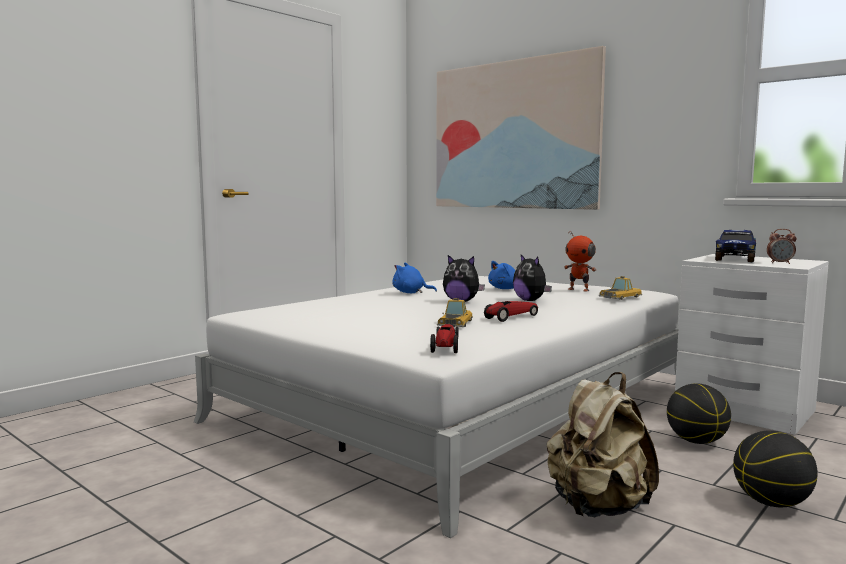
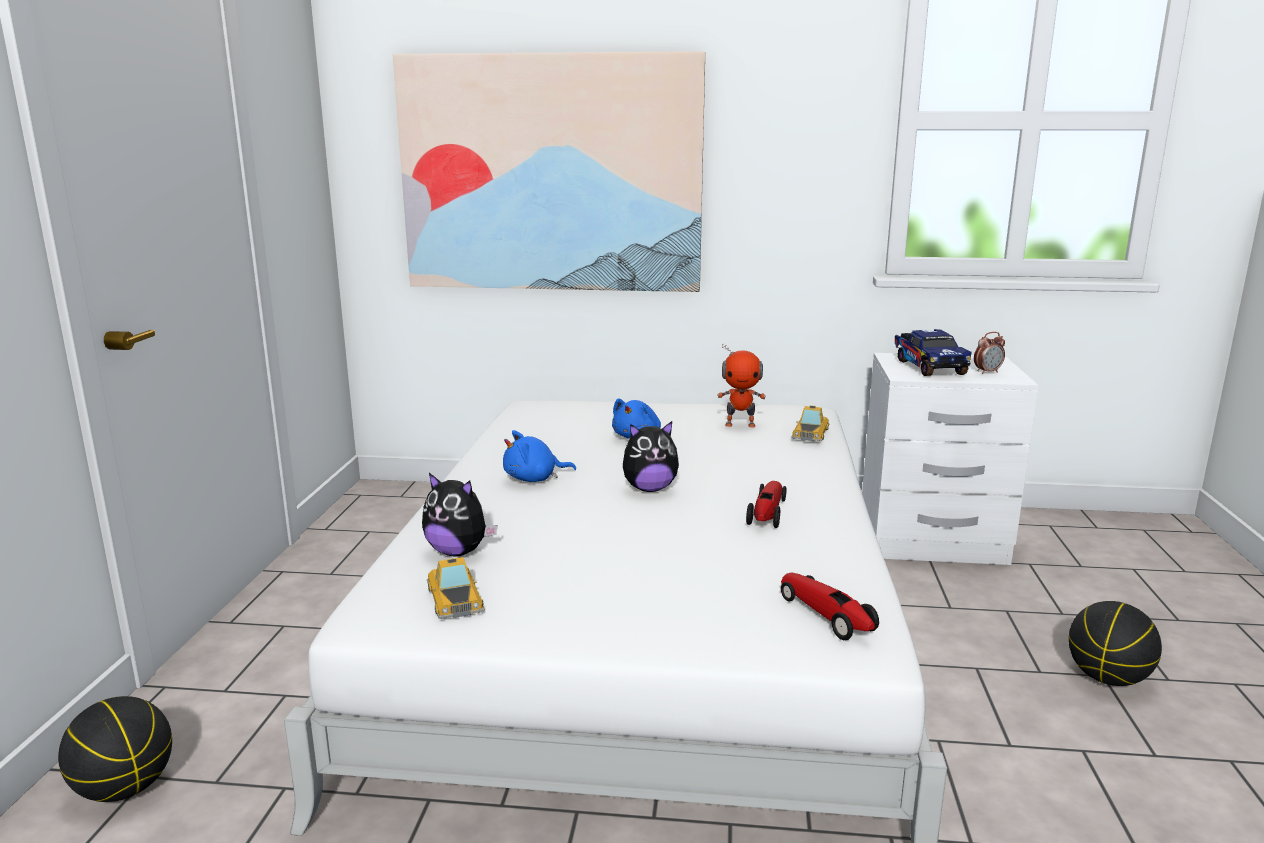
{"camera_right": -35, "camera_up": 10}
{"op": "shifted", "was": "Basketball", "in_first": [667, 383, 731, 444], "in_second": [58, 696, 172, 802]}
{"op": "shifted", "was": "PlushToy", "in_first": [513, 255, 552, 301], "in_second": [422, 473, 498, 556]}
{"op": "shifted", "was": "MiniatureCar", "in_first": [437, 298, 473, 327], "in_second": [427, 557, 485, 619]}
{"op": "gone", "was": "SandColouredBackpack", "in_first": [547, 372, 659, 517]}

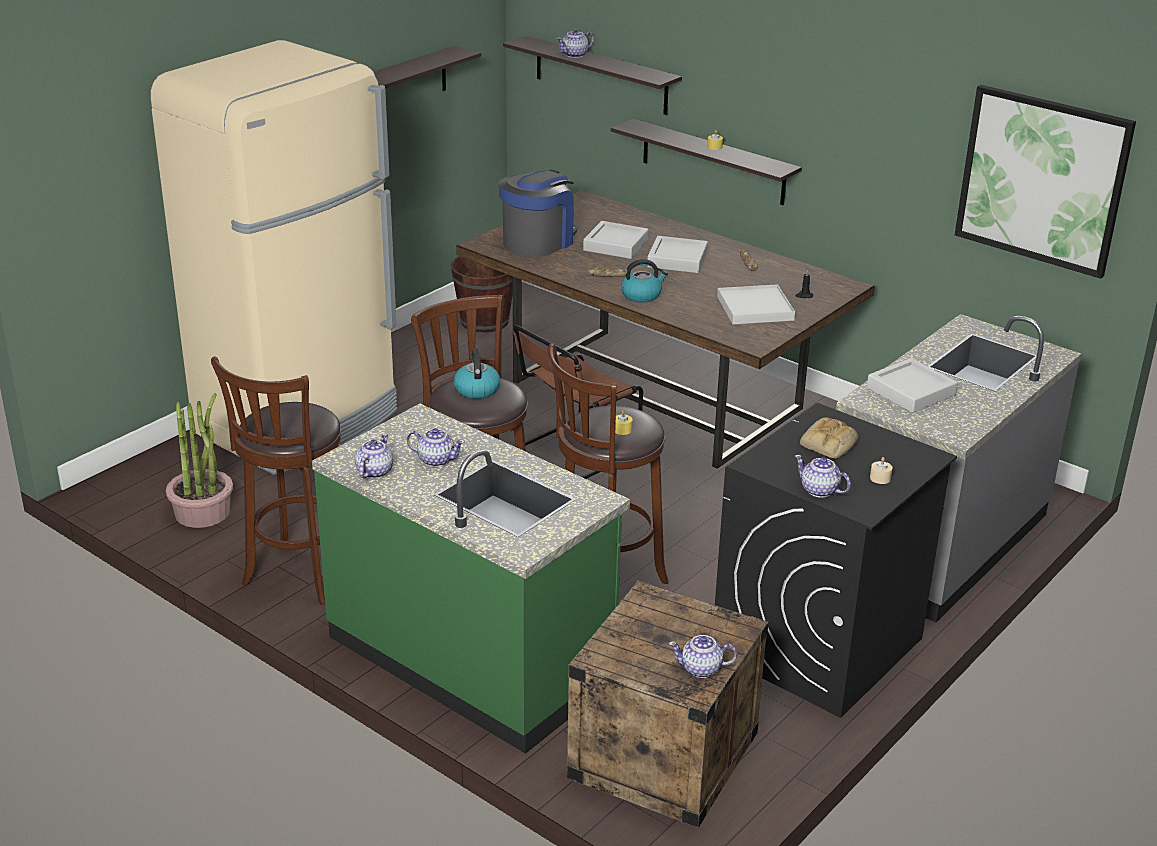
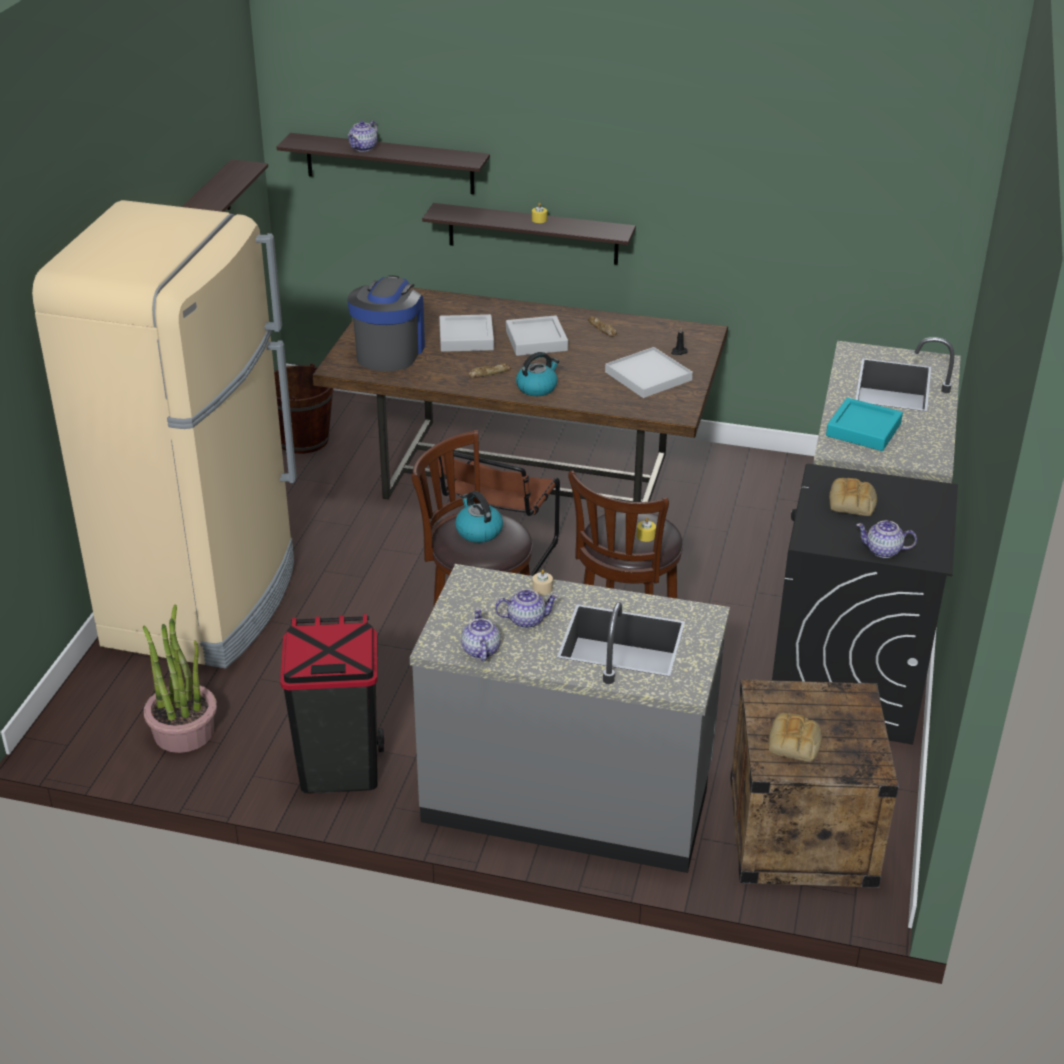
{"camera_right": -25, "camera_up": 5}
{"op": "swapped", "was": "BrownishStoolSeat", "now": "BlackColouredWasteBin", "in_first": [211, 356, 341, 605], "in_second": [280, 614, 384, 794]}
{"op": "repainted", "was": "GreenColouredCounter", "now": "GreyCounter", "in_first": [312, 403, 630, 754], "in_second": [410, 564, 730, 873]}
{"op": "shifted", "was": "SandColouredWaxCandle", "in_first": [870, 457, 893, 484], "in_second": [532, 569, 553, 595]}
{"op": "new", "now": "BakedBread", "in_second": [769, 713, 822, 762]}
{"op": "repainted", "was": "GreyServingTray", "now": "BlueGreenServingTray", "in_first": [867, 358, 958, 413], "in_second": [826, 398, 903, 451]}
{"op": "gone", "was": "Teapot", "in_first": [669, 635, 737, 678]}
{"op": "gone", "was": "Picture", "in_first": [955, 85, 1136, 279]}

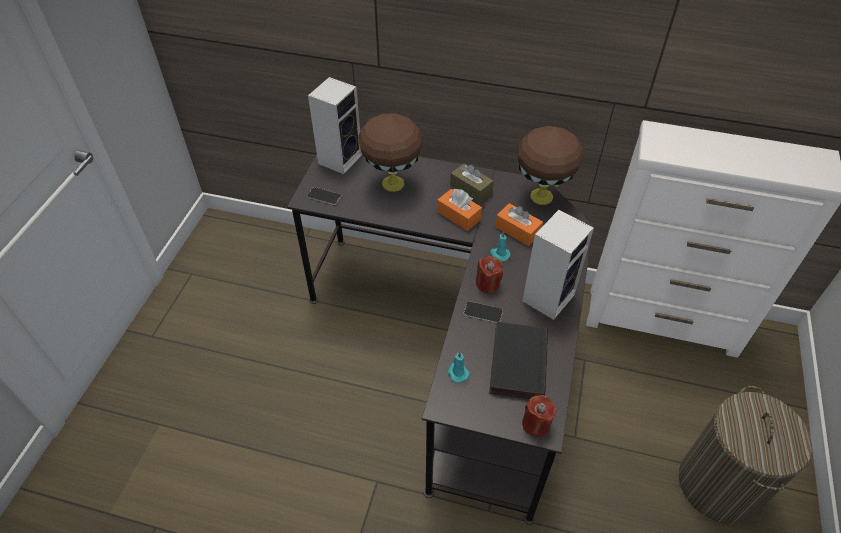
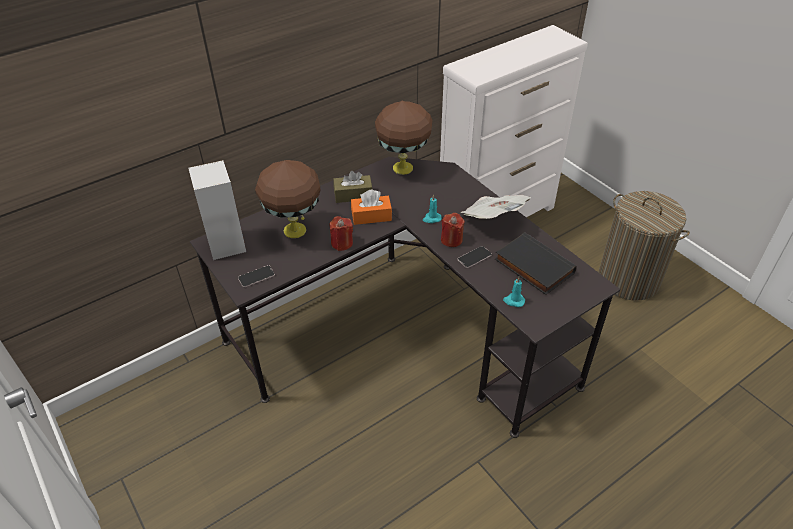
{"camera_right": -50, "camera_up": -5}
{"op": "shifted", "was": "ReddishWaxCandle", "in_first": [522, 395, 556, 437], "in_second": [329, 216, 353, 251]}
{"op": "swapped", "was": "AudioSpeaker", "now": "DailyPaper", "in_first": [522, 210, 594, 320], "in_second": [461, 195, 531, 219]}
{"op": "gone", "was": "OrangeyBoxOfTissues", "in_first": [495, 203, 543, 246]}

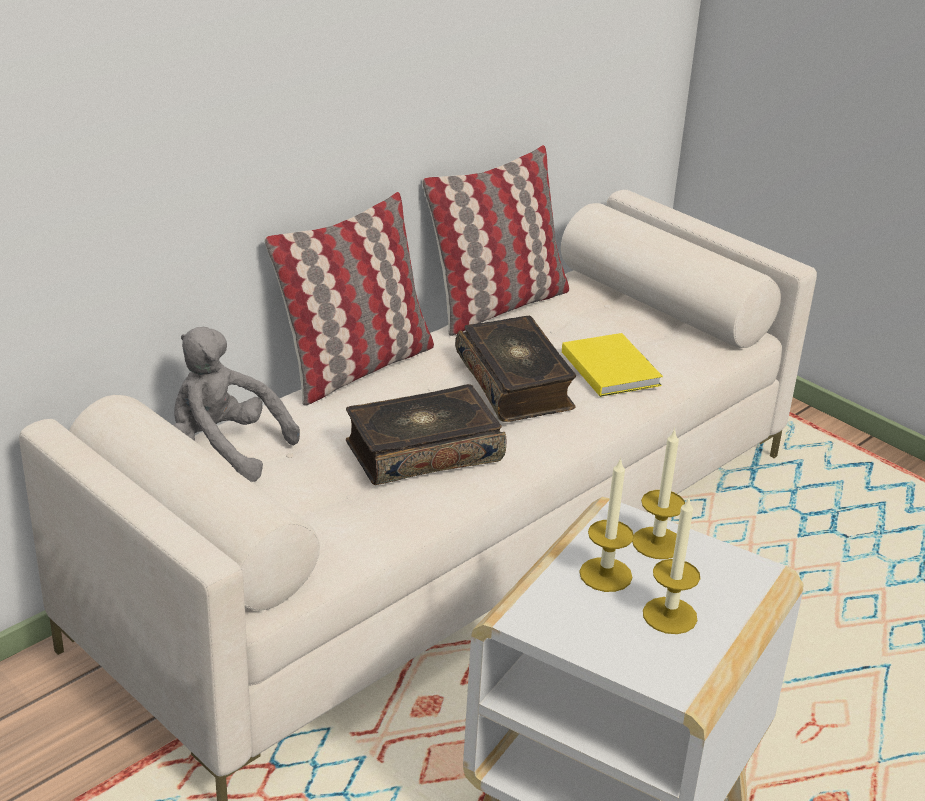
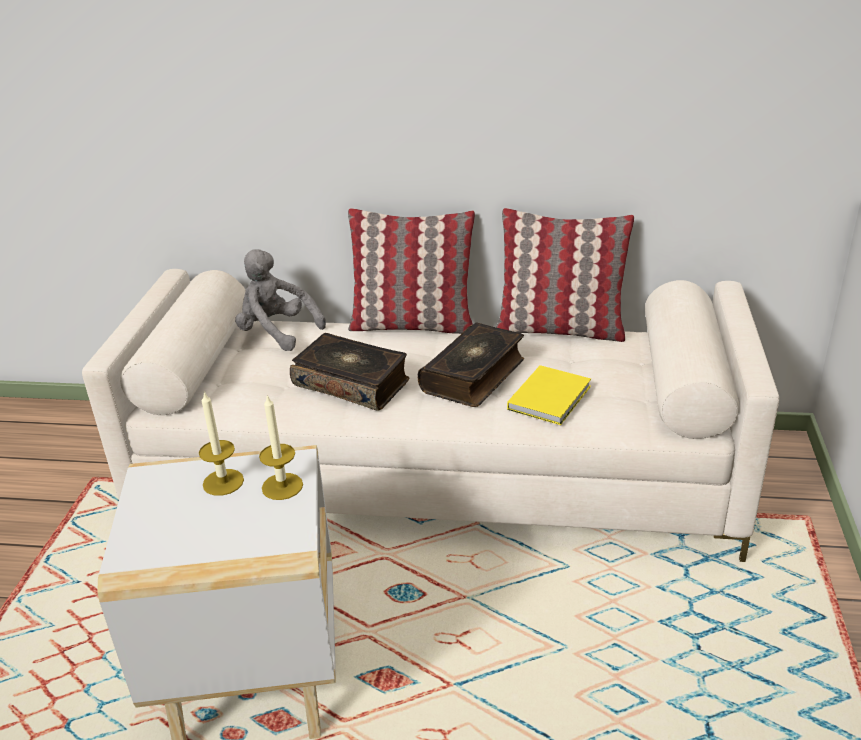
{"camera_right": 55, "camera_up": 0}
{"op": "rotated", "was": "GreyPlushToy", "in_first": [173, 327, 300, 482], "in_second": [235, 249, 326, 351], "clockwise": -45}
{"op": "gone", "was": "WaxCandle", "in_first": [643, 498, 700, 634]}

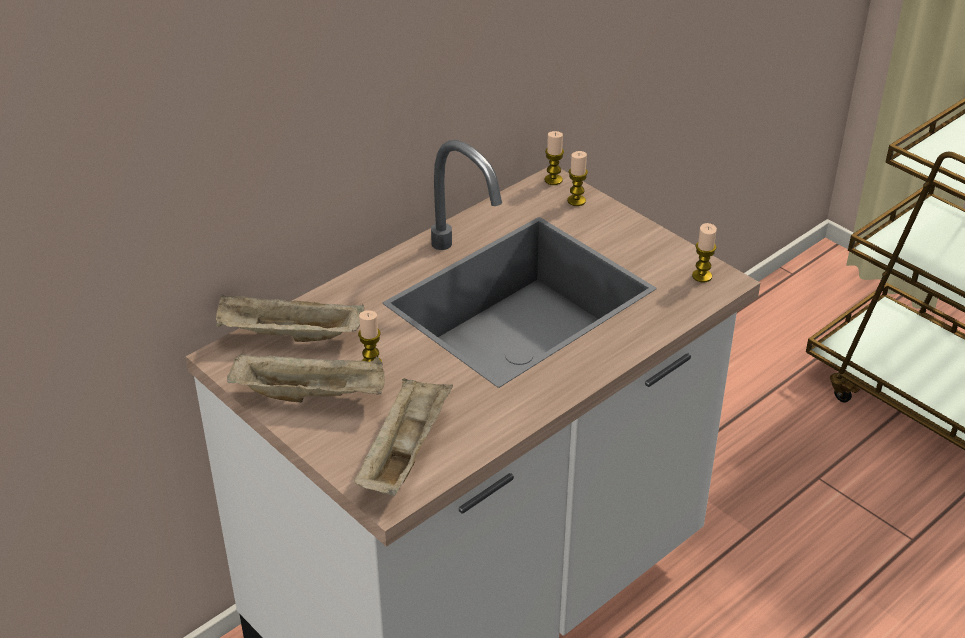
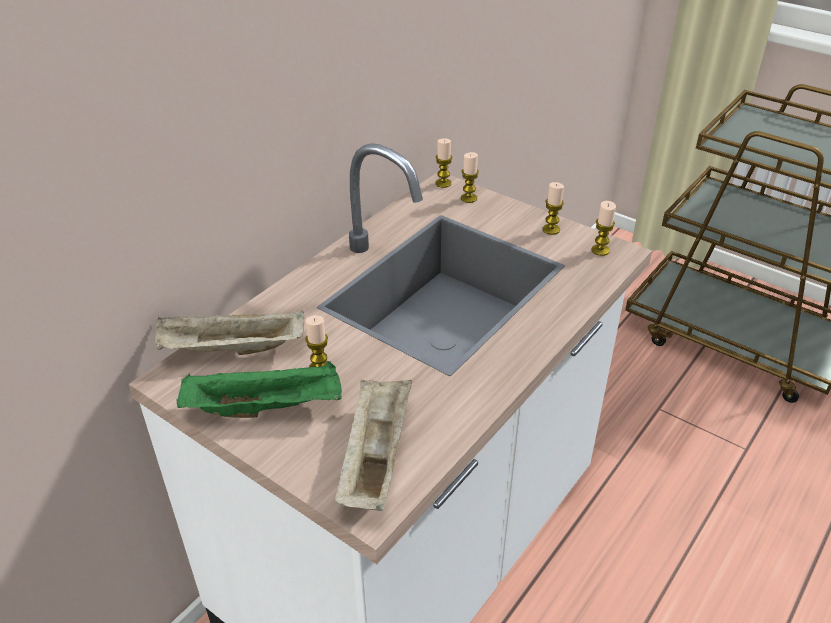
{"camera_right": -10, "camera_up": 0}
{"op": "repainted", "was": "SandColouredServingTray", "now": "GreenColouredServingTray", "in_first": [227, 353, 385, 403], "in_second": [176, 361, 342, 418]}
{"op": "new", "now": "WaxCandle", "in_second": [542, 182, 564, 235]}

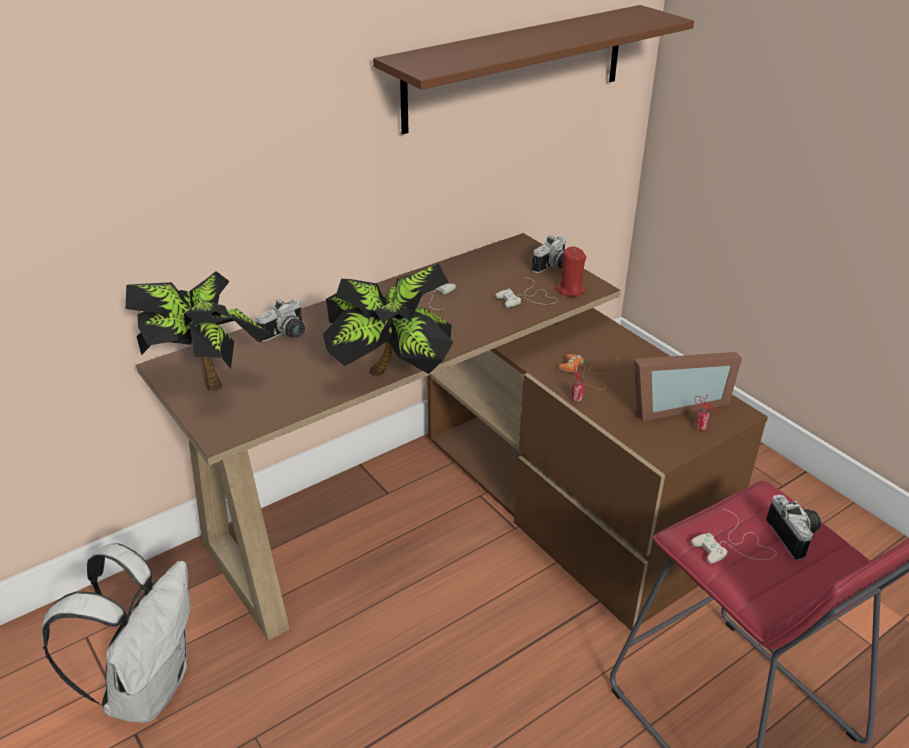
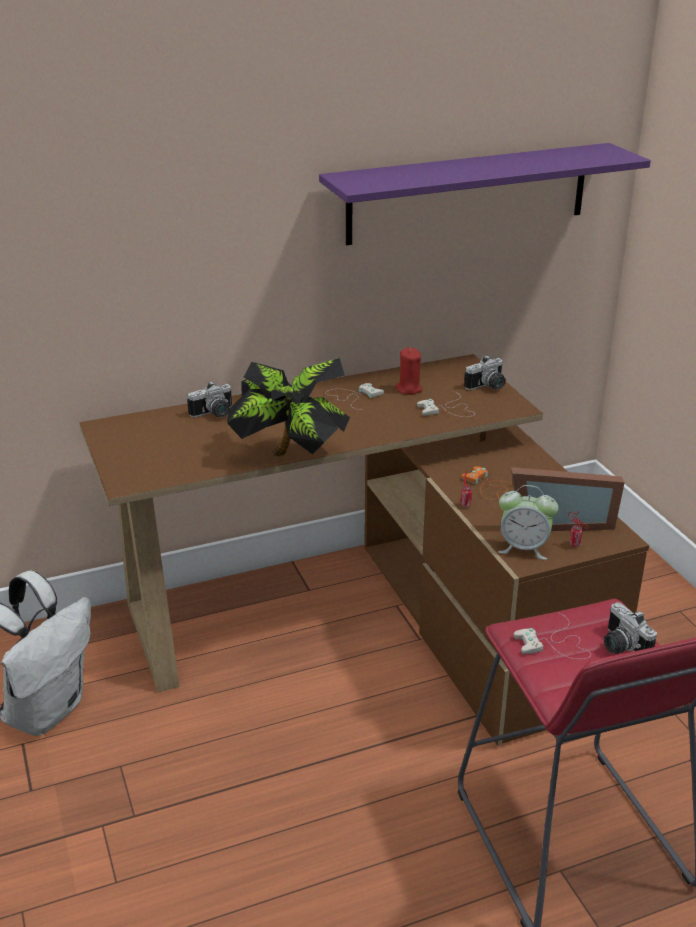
{"camera_right": 15, "camera_up": -5}
{"op": "repainted", "was": "BrownishWallShelf", "now": "PurpleColouredWallShelf", "in_first": [373, 5, 694, 134], "in_second": [319, 143, 651, 245]}
{"op": "shifted", "was": "ReddishWaxCandle", "in_first": [555, 246, 586, 297], "in_second": [395, 347, 422, 395]}
{"op": "new", "now": "BedsideClock", "in_second": [498, 485, 559, 560]}
{"op": "rotated", "was": "PhotoCamera", "in_first": [766, 495, 821, 560], "in_second": [604, 602, 657, 654], "clockwise": 150}
{"op": "gone", "was": "Houseplant", "in_first": [126, 271, 270, 391]}

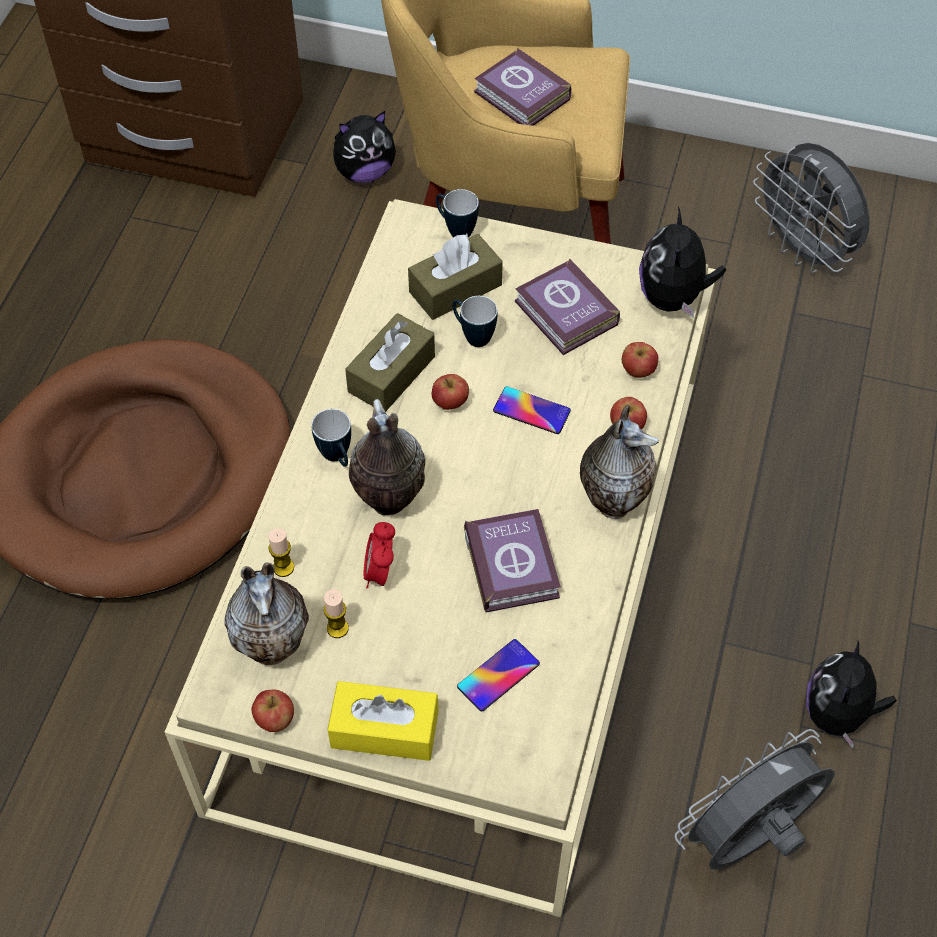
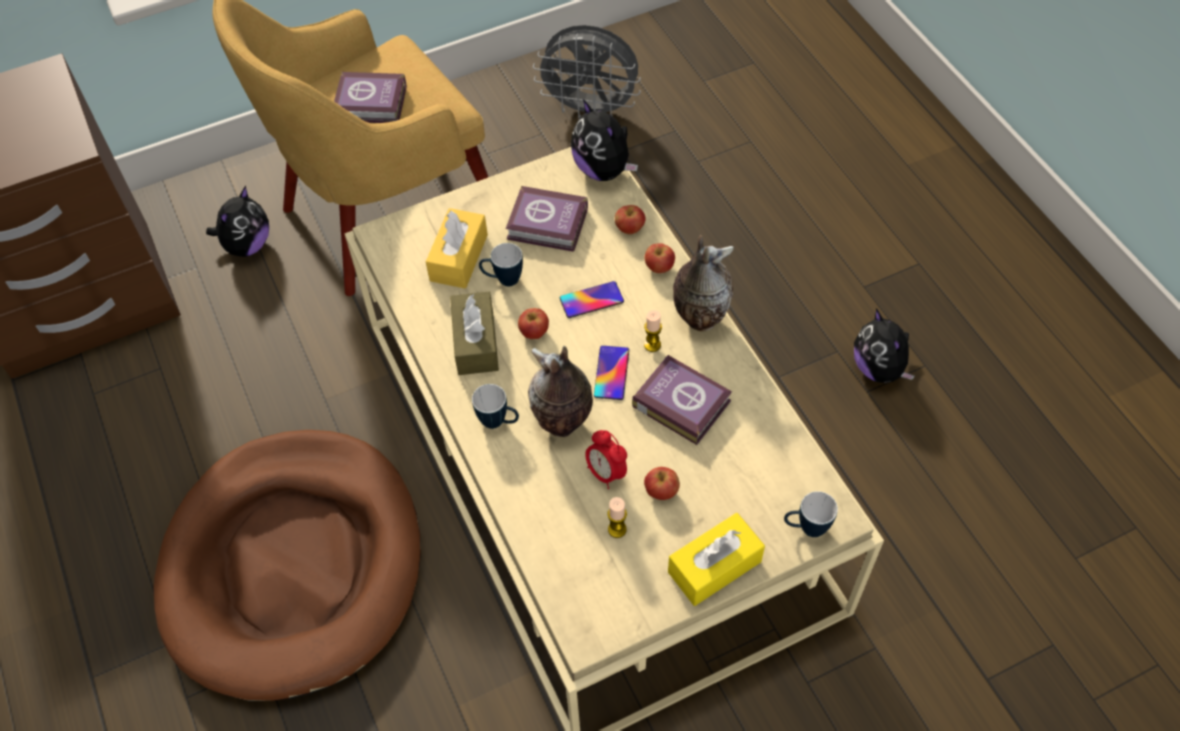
{"camera_right": -40, "camera_up": 0}
{"op": "repainted", "was": "BrownishBoxOfTissues", "now": "YellowishBoxOfTissues", "in_first": [408, 234, 503, 320], "in_second": [426, 208, 488, 288]}
{"op": "shifted", "was": "Handset", "in_first": [457, 639, 540, 711], "in_second": [594, 346, 629, 400]}
{"op": "shifted", "was": "WaxCandle", "in_first": [268, 528, 294, 577], "in_second": [644, 310, 662, 352]}
{"op": "shifted", "was": "WholeApple", "in_first": [251, 690, 294, 732], "in_second": [644, 467, 680, 500]}
{"op": "shifted", "was": "Mug", "in_first": [436, 189, 479, 237], "in_second": [784, 491, 838, 537]}
{"op": "gone", "was": "FlowerVase", "in_first": [224, 563, 309, 665]}
{"op": "gone", "was": "GreyFan", "in_first": [675, 729, 835, 870]}

